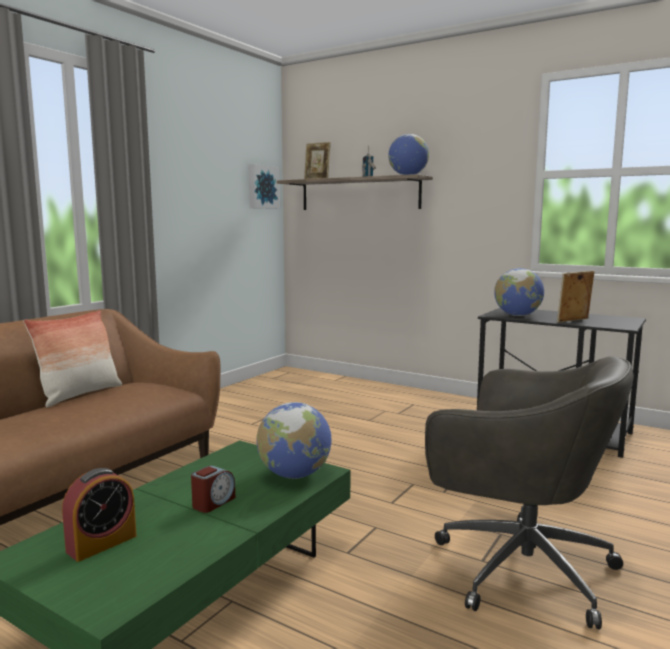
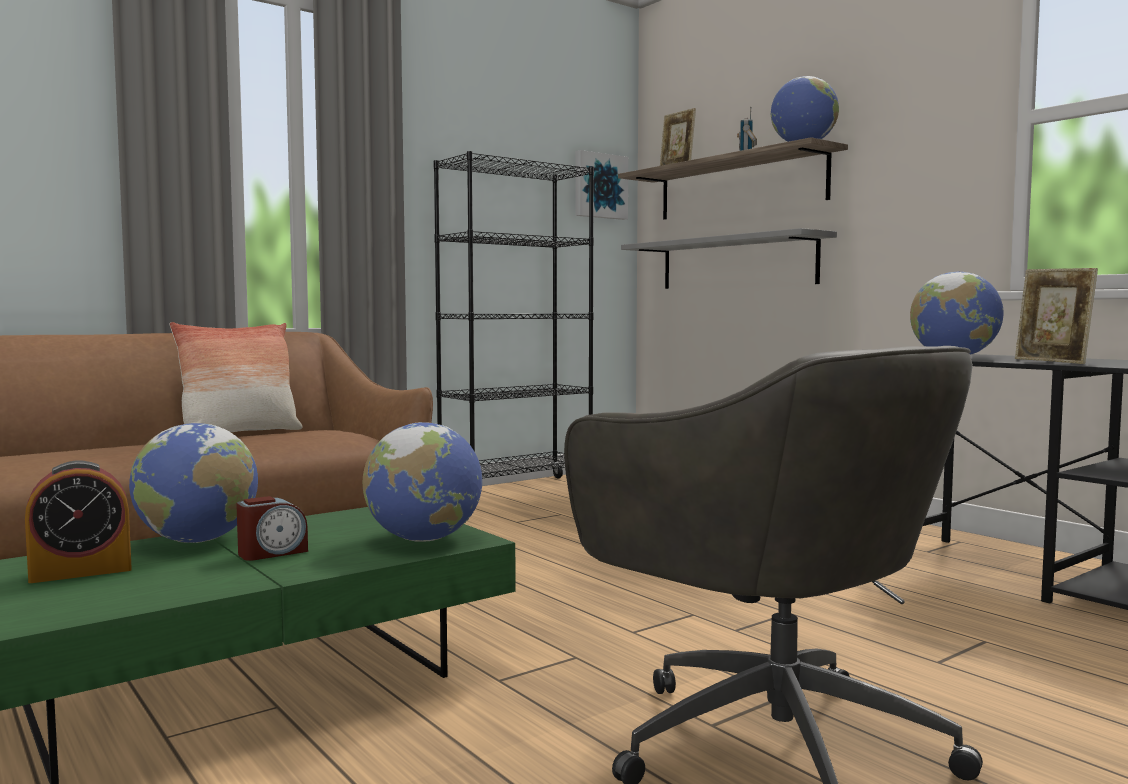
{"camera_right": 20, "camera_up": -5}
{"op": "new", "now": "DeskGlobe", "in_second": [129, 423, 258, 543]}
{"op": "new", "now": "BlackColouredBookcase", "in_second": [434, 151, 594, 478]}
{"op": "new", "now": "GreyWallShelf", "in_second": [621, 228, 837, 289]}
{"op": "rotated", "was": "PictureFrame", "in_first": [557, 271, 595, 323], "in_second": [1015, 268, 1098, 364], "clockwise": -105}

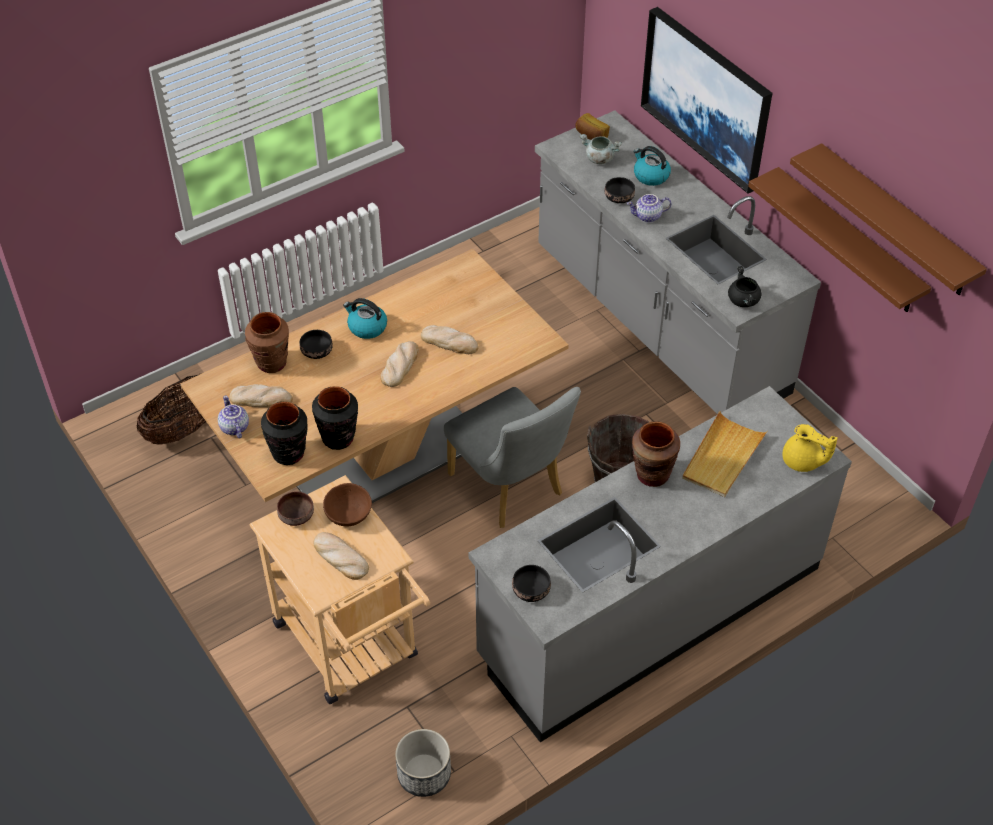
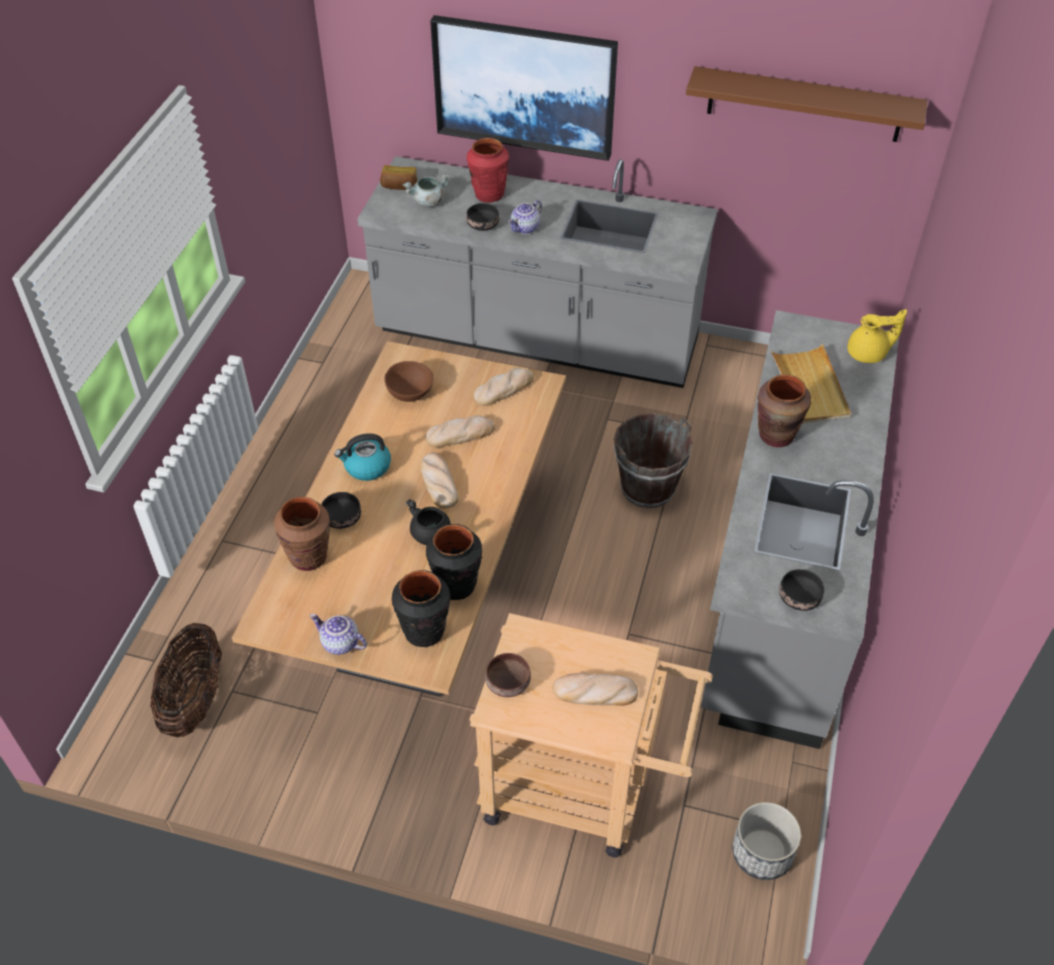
{"camera_right": -40, "camera_up": 0}
{"op": "shifted", "was": "BrownishDeepDish", "in_first": [323, 483, 372, 526], "in_second": [384, 361, 434, 402]}
{"op": "shifted", "was": "BlackColouredStockpot", "in_first": [728, 266, 761, 307], "in_second": [406, 499, 451, 545]}
{"op": "swapped", "was": "Kettle", "now": "ReddishFlowerVase", "in_first": [633, 146, 671, 186], "in_second": [467, 138, 509, 203]}
{"op": "shifted", "was": "BakedBread", "in_first": [229, 384, 293, 408], "in_second": [473, 368, 534, 406]}
{"op": "gone", "was": "GreyUprightChair", "in_first": [444, 387, 581, 528]}
{"op": "gone", "was": "BrownishWallShelf", "in_first": [748, 167, 931, 312]}

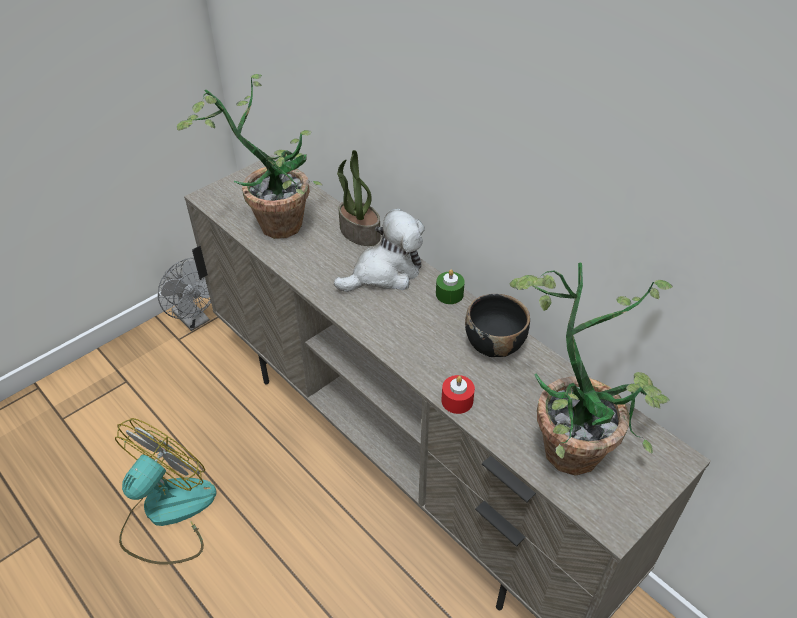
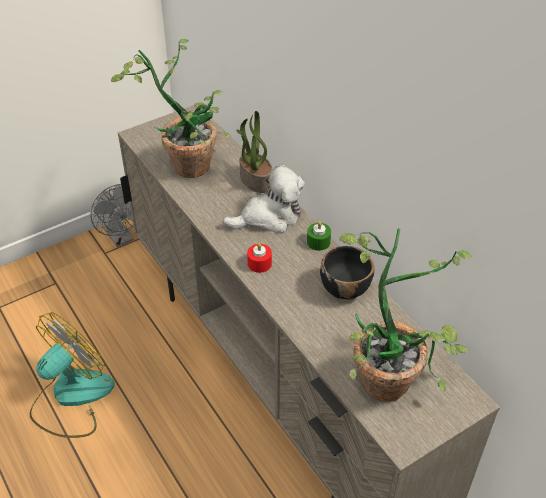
{"camera_right": 10, "camera_up": 0}
{"op": "shifted", "was": "ReddishWaxCandle", "in_first": [441, 375, 475, 414], "in_second": [247, 243, 272, 273]}

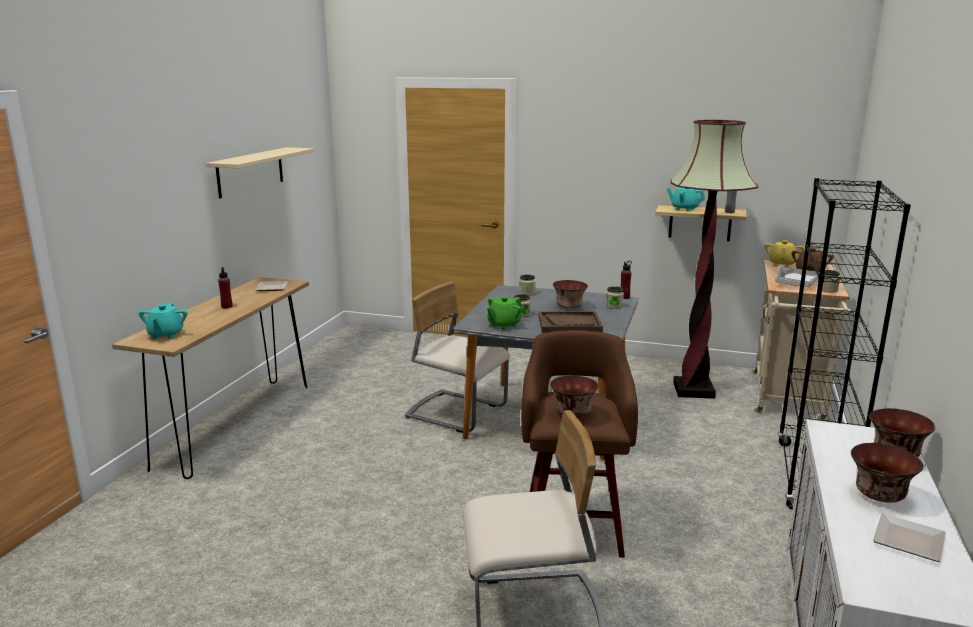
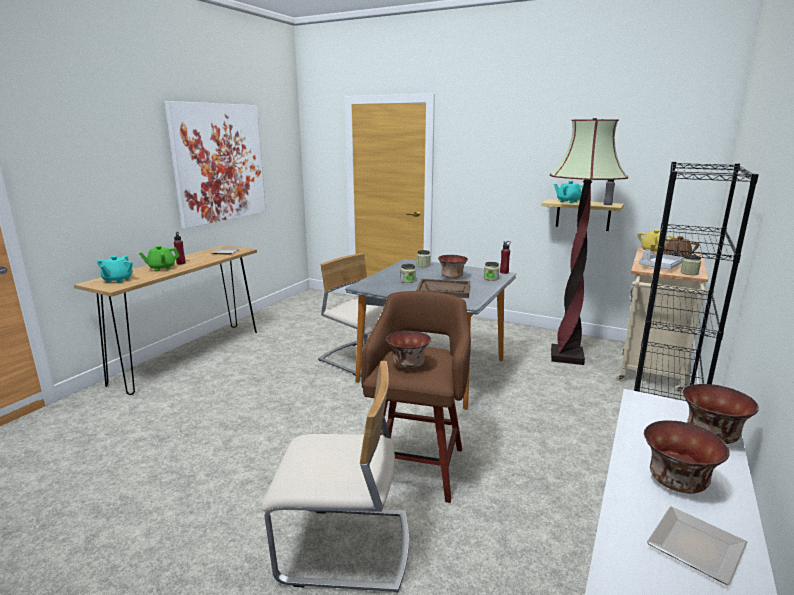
{"camera_right": 10, "camera_up": 0}
{"op": "shifted", "was": "GreenColouredTeapot", "in_first": [487, 296, 522, 330], "in_second": [139, 246, 180, 271]}
{"op": "swapped", "was": "SandColouredWallShelf", "now": "Picture", "in_first": [206, 147, 314, 198], "in_second": [164, 101, 266, 229]}

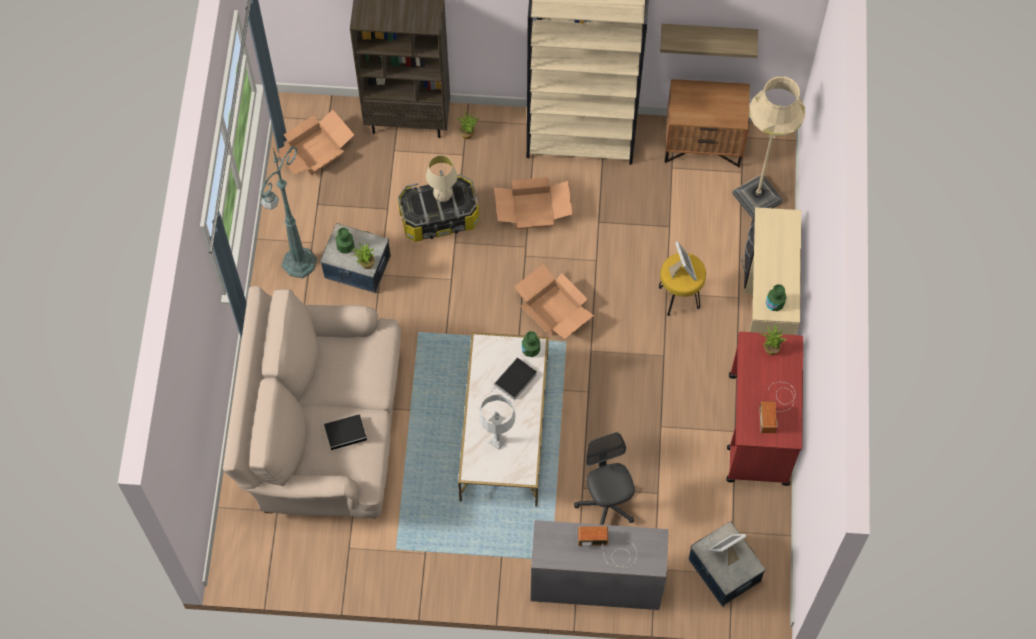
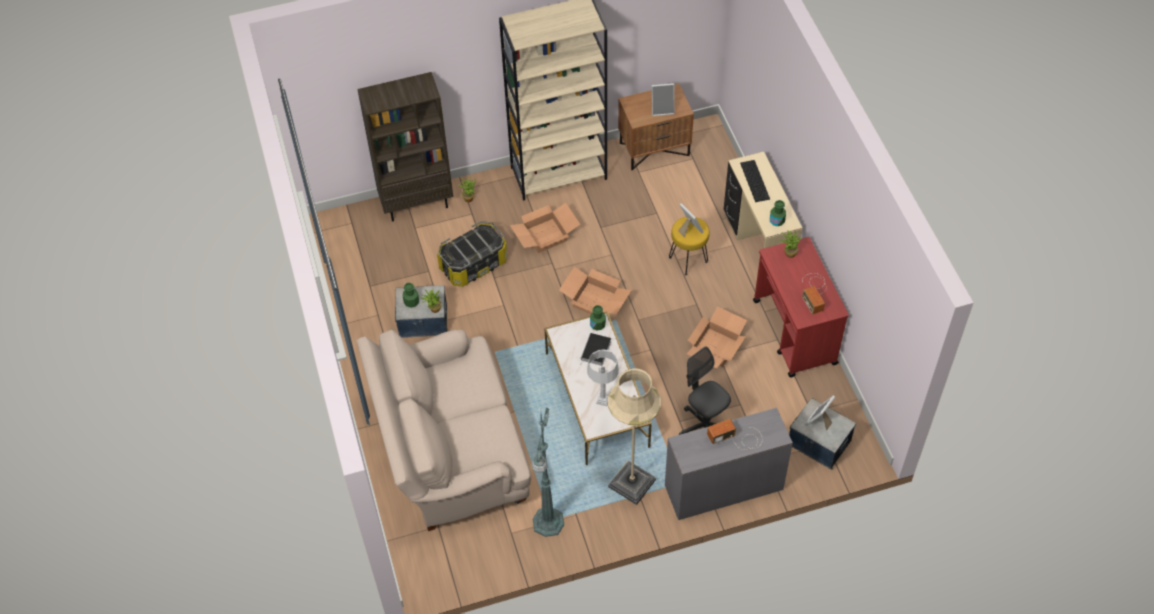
{"camera_right": -20, "camera_up": -10}
{"op": "shifted", "was": "GreenColouredStandingLamp", "in_first": [260, 147, 317, 278], "in_second": [531, 408, 564, 537]}
{"op": "shifted", "was": "SandColouredStandingLamp", "in_first": [732, 76, 805, 219], "in_second": [608, 368, 661, 505]}
{"op": "new", "now": "PictureFrame", "in_second": [651, 83, 675, 116]}
{"op": "shifted", "was": "CardboardBox", "in_first": [274, 109, 354, 175], "in_second": [686, 306, 747, 368]}
{"op": "new", "now": "ComputerKeyboard", "in_second": [740, 160, 770, 202]}
{"op": "gone", "was": "Volume", "in_first": [324, 414, 374, 450]}
{"op": "gone", "was": "SandColouredLampForATable", "in_first": [426, 155, 457, 202]}
{"op": "gone", "was": "WallShelf", "in_first": [660, 24, 758, 58]}

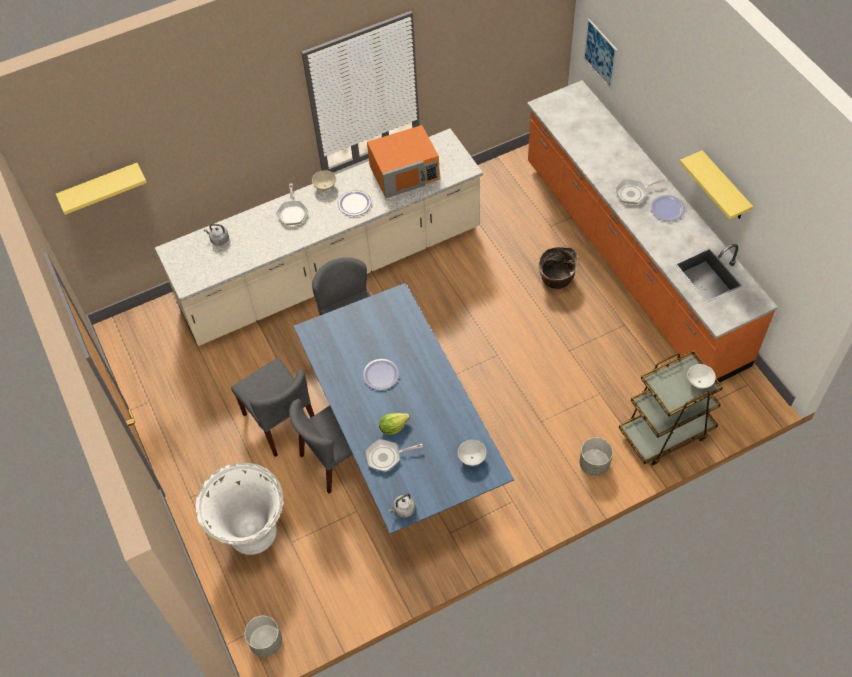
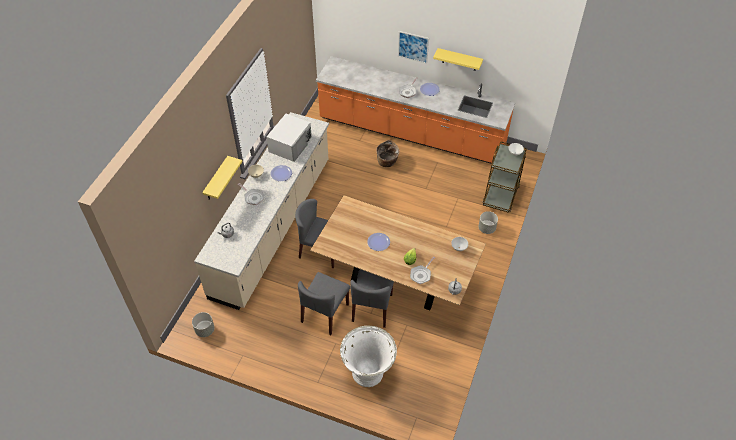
{"camera_right": -45, "camera_up": -5}
{"op": "shifted", "was": "GreyPlantPot", "in_first": [245, 616, 282, 657], "in_second": [192, 312, 214, 337]}
{"op": "shifted", "was": "YellowishWallShelf", "in_first": [56, 163, 147, 215], "in_second": [202, 156, 242, 200]}
{"op": "repainted", "was": "OrangeyKitchenMicrowave", "now": "WhiteColouredKitchenMicrowave", "in_first": [367, 125, 440, 198], "in_second": [266, 114, 312, 162]}
{"op": "rotated", "was": "GreyUprightChair", "in_first": [231, 358, 314, 457], "in_second": [298, 272, 350, 335], "clockwise": 105}
{"op": "repainted", "was": "BluishDiningTable", "now": "BrownishDiningTable", "in_first": [293, 283, 514, 534], "in_second": [310, 195, 486, 311]}
{"op": "shifted", "was": "Picture", "in_first": [583, 19, 617, 90], "in_second": [398, 31, 429, 64]}

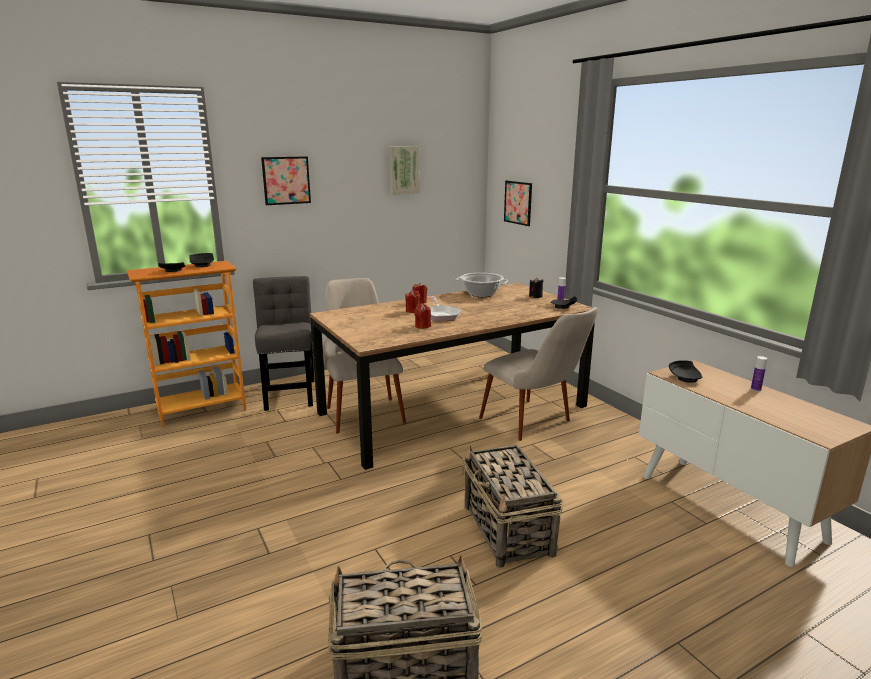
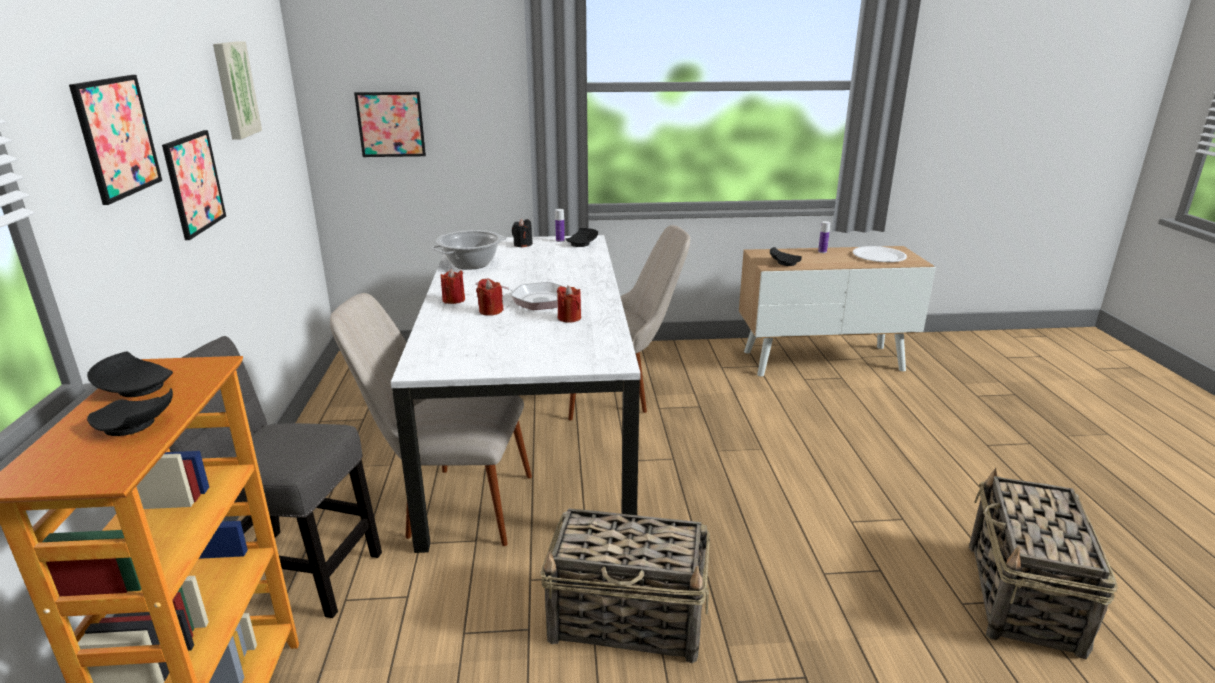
{"camera_right": -65, "camera_up": 5}
{"op": "new", "now": "Picture", "in_second": [162, 130, 226, 240]}
{"op": "repainted", "was": "BrownishDiningTable", "now": "WhiteColouredDiningTable", "in_first": [310, 283, 595, 470], "in_second": [391, 235, 641, 553]}
{"op": "shifted", "was": "HouseholdBasket", "in_first": [462, 445, 563, 568], "in_second": [540, 508, 710, 663]}
{"op": "new", "now": "WhiteColouredFlatDish", "in_second": [853, 246, 907, 262]}

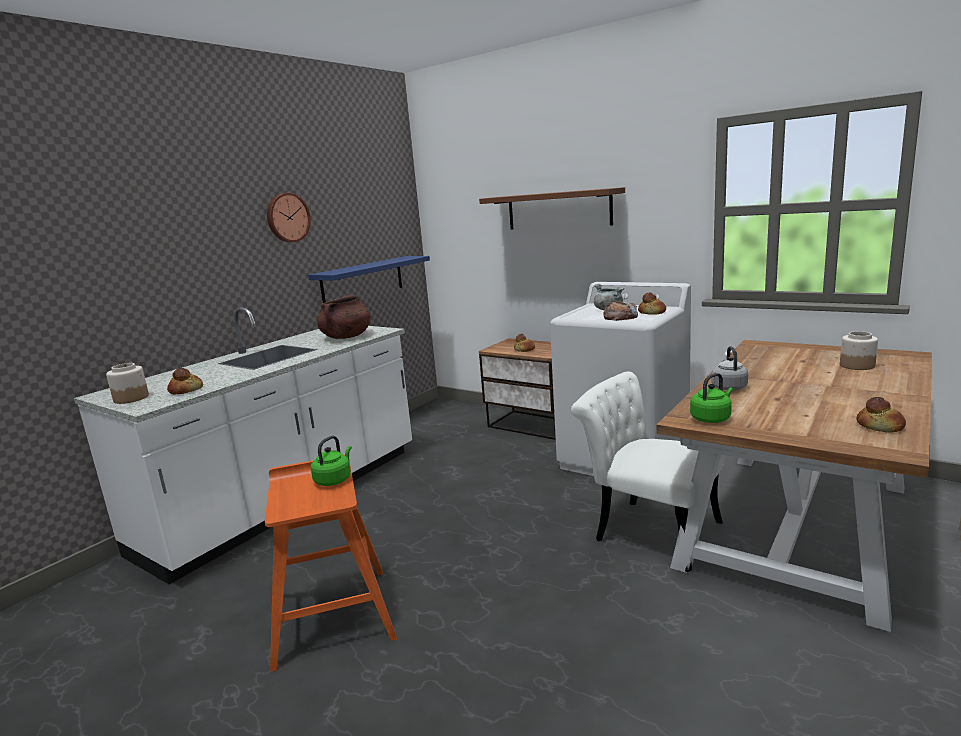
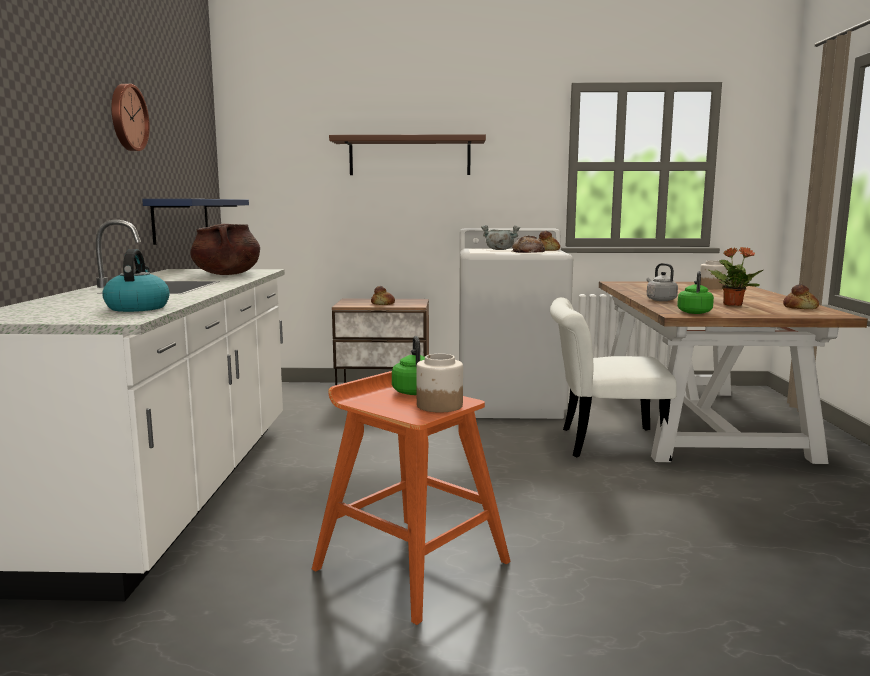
{"camera_right": -35, "camera_up": -5}
{"op": "swapped", "was": "BakedBread", "now": "Kettle", "in_first": [167, 368, 203, 394], "in_second": [102, 249, 170, 312]}
{"op": "shifted", "was": "Jar", "in_first": [106, 363, 149, 404], "in_second": [416, 354, 463, 412]}
{"op": "new", "now": "Houseplant", "in_second": [708, 247, 763, 306]}

